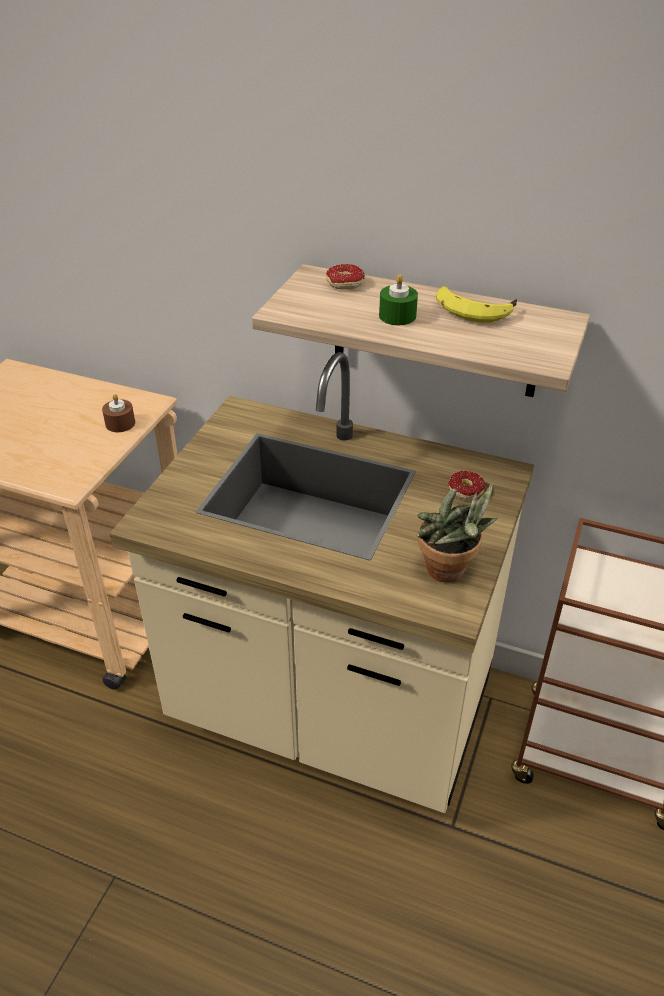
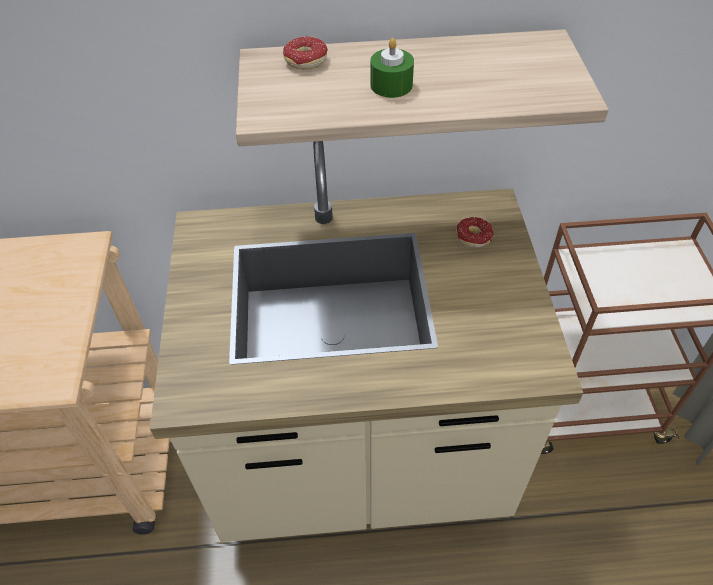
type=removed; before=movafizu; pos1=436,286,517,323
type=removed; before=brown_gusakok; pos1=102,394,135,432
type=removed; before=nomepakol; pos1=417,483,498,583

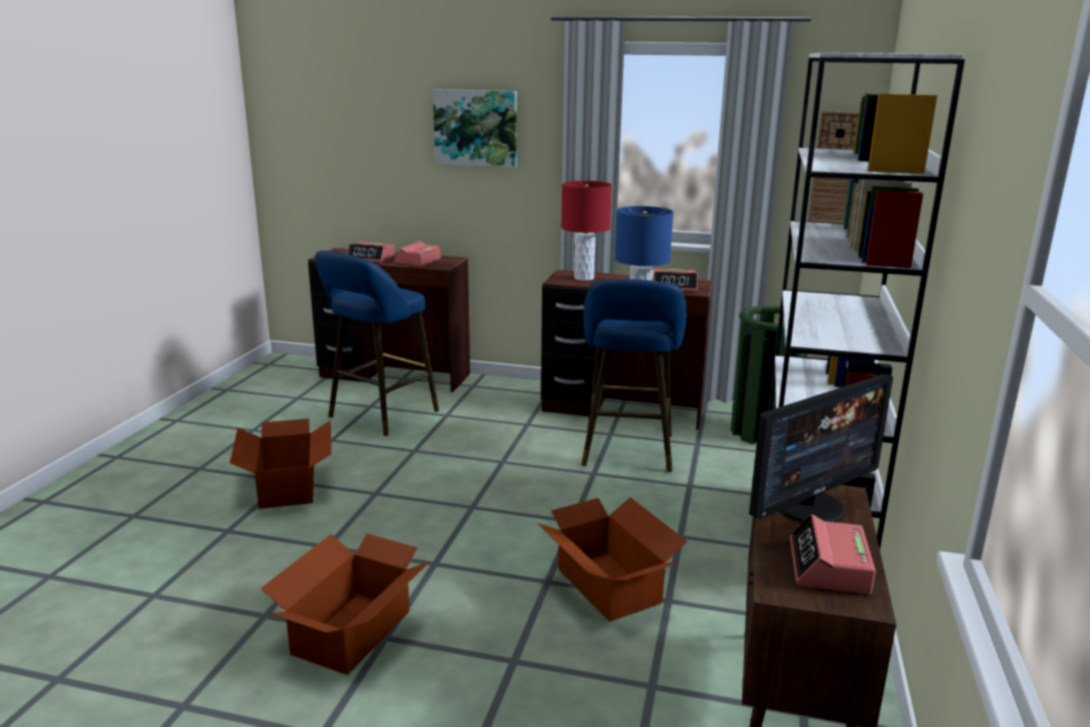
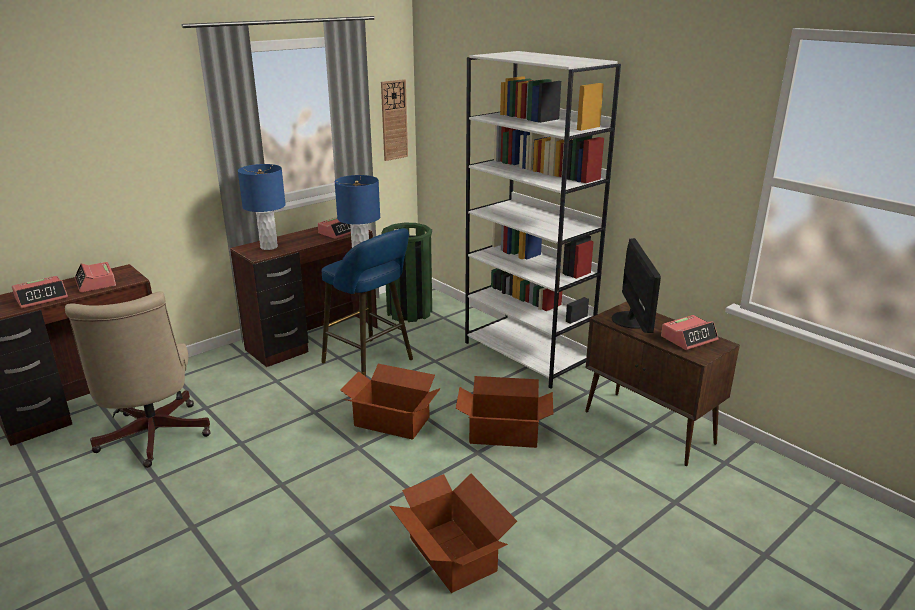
type=removed; before=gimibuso; pos1=433,89,517,168
type=recoloured; before=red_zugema; after=blue_zugema; pos1=561,181,612,281; pos2=238,164,286,250
type=replaced; before=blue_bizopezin; after=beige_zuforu; pos1=315,251,439,436; pos2=65,291,210,468
type=moved; before=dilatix; pos1=230,419,331,509; pos2=340,364,441,440
type=turned; before=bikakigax; pos1=790,514,876,594; pos2=661,315,718,350; turn=-75

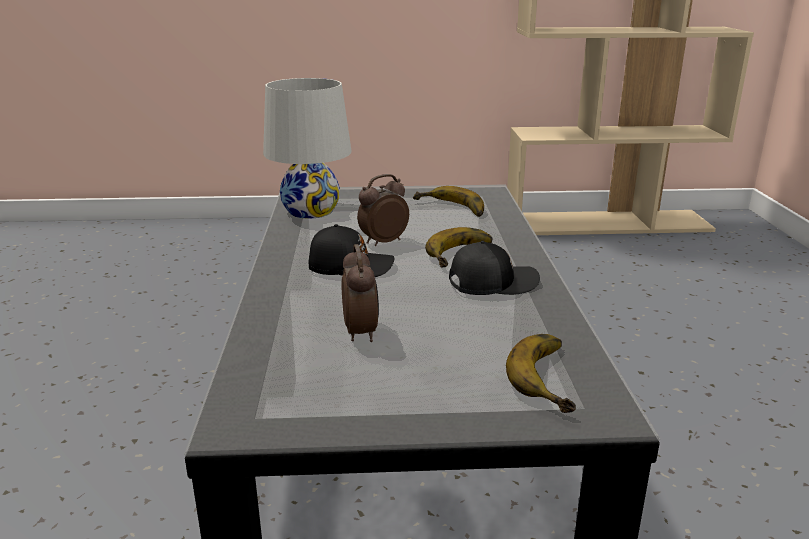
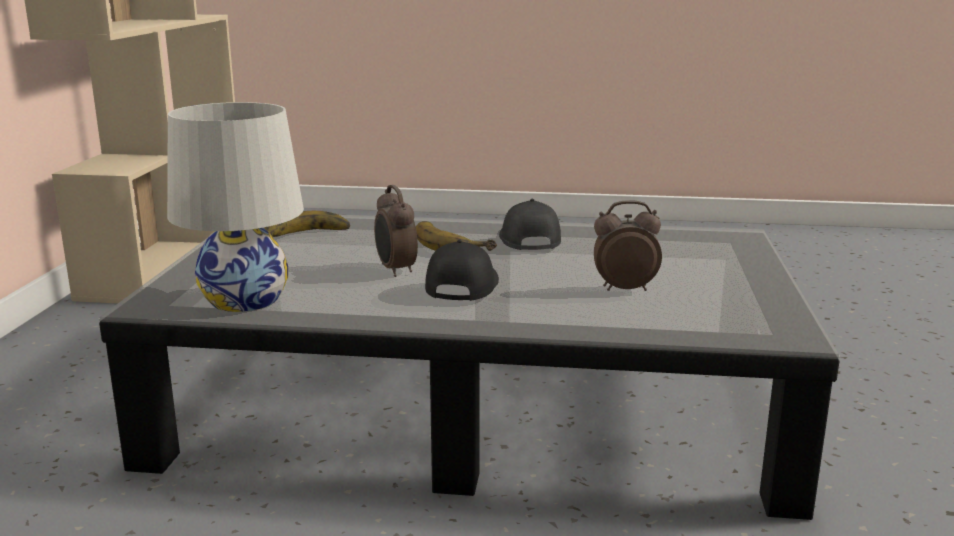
type=removed; before=movafizu; pos1=506,334,576,413

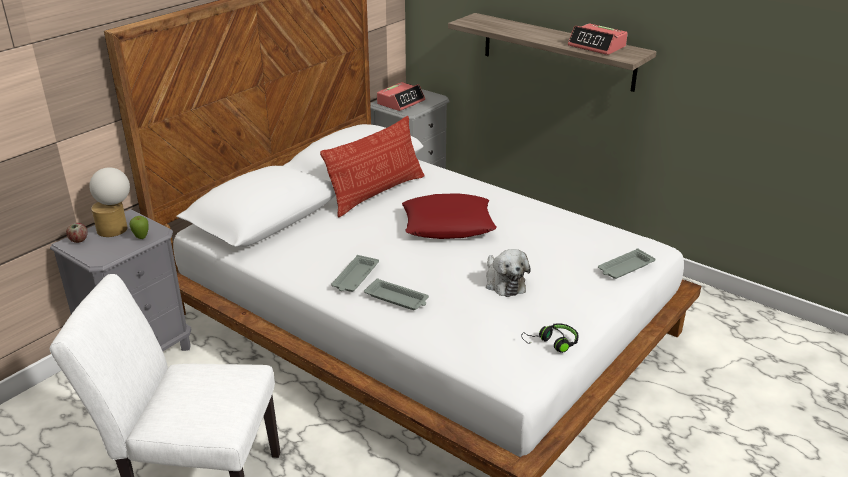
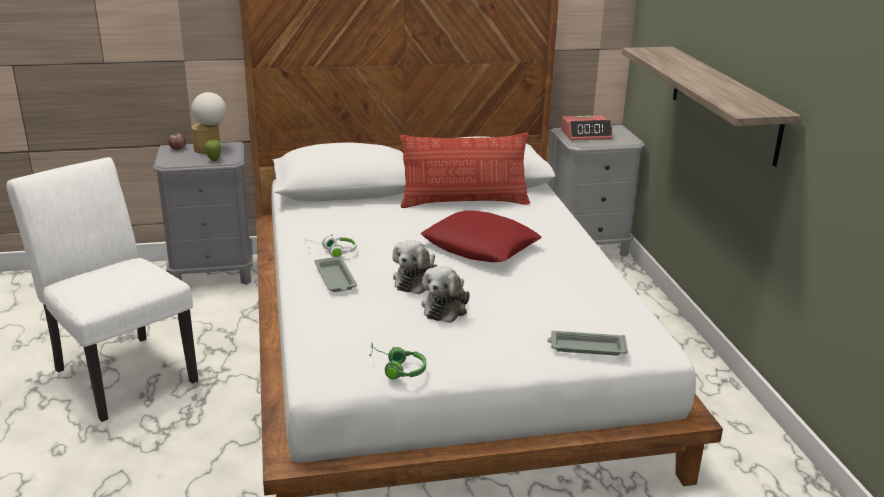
type=removed; before=bikakigax; pos1=568,23,628,55
type=replaced; before=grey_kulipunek; after=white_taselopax; pos1=331,255,379,292; pos2=305,234,357,257
type=recoloured; before=black_taselopax; after=green_taselopax; pos1=521,323,579,353; pos2=369,343,426,379
type=added; after=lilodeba; pos2=392,240,437,294

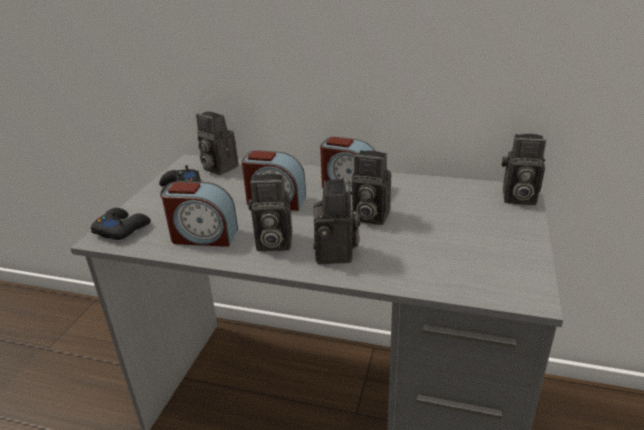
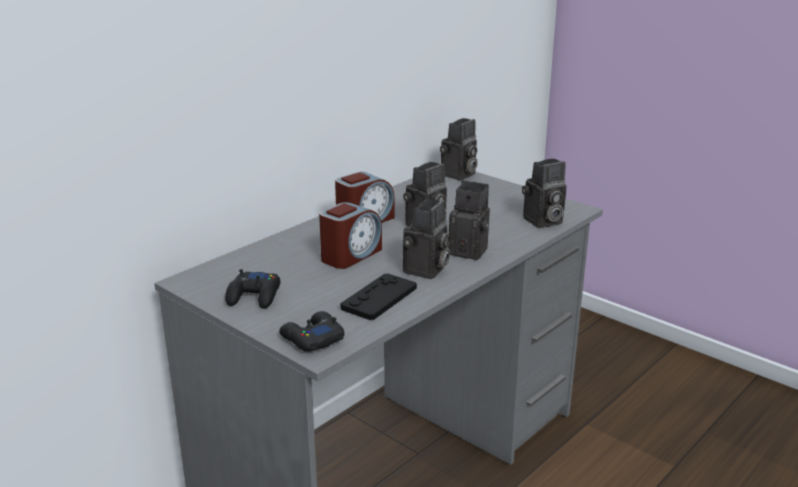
type=moved; before=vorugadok; pos1=196,112,239,175; pos2=522,159,567,228
type=replaced; before=bikakigax; after=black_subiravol; pos1=161,181,238,247; pos2=340,273,417,320

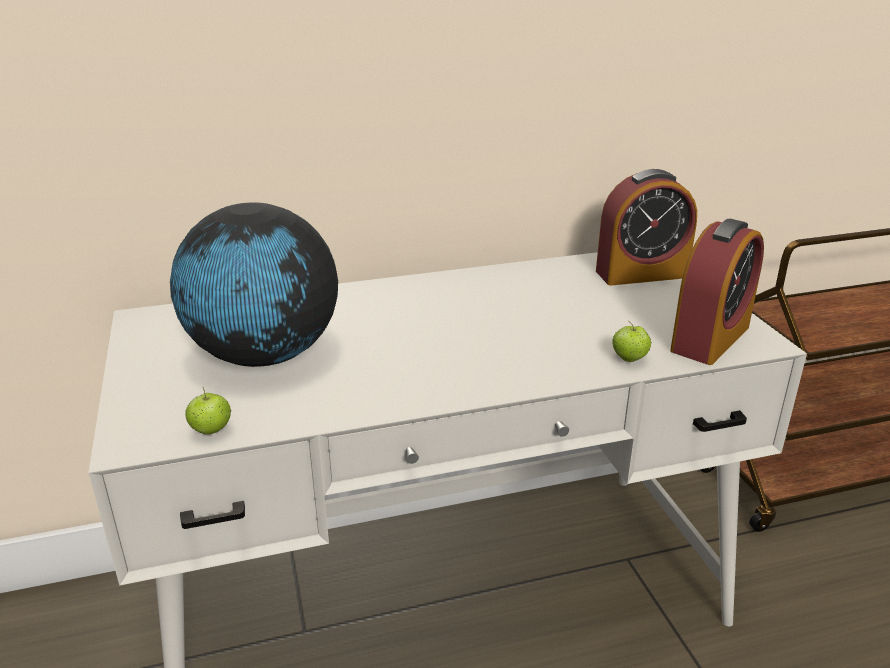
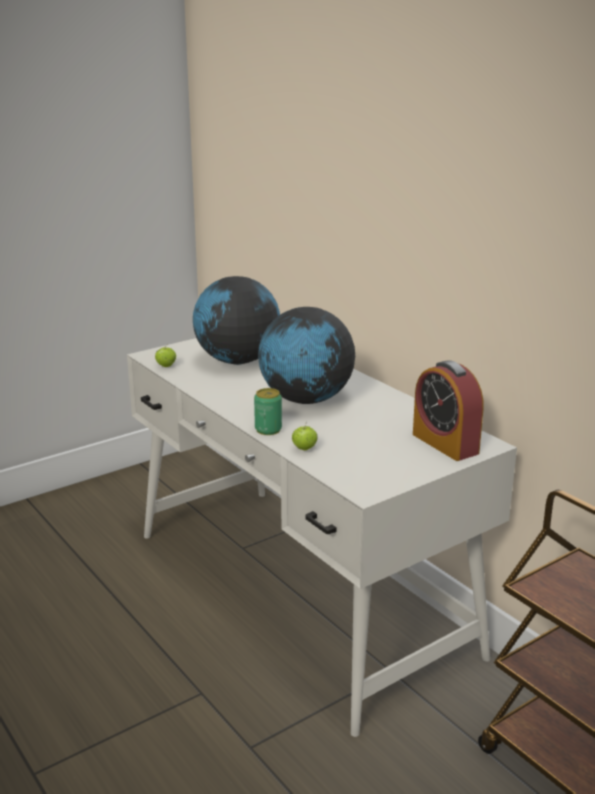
type=removed; before=bikakigax; pos1=670,219,764,365
type=added; after=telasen; pos2=258,307,355,404
type=added; after=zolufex; pos2=254,388,282,435

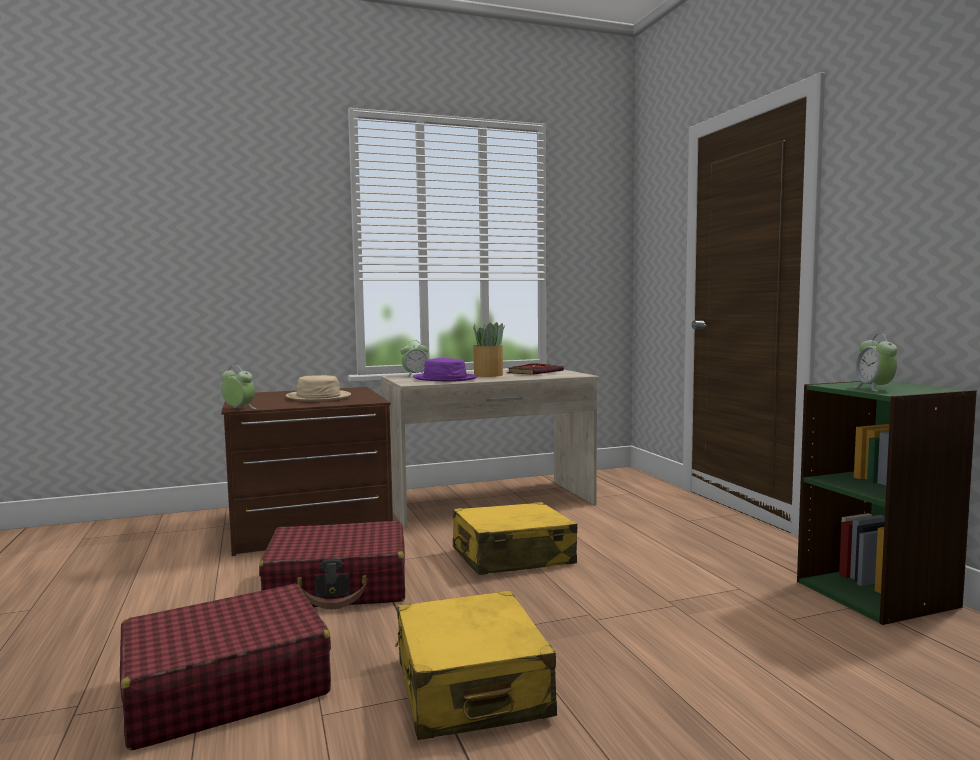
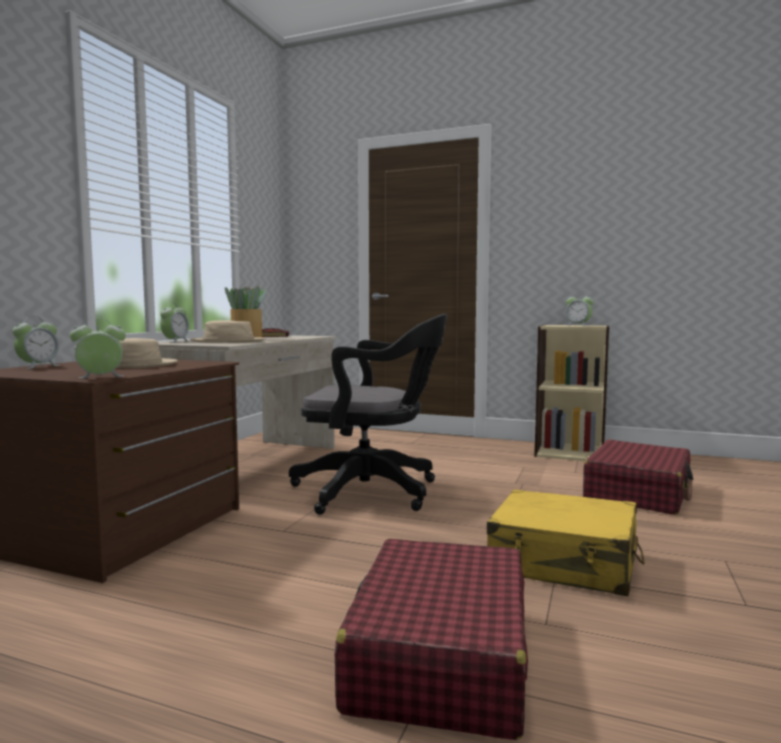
type=recoloured; before=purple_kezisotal; after=beige_kezisotal; pos1=413,358,478,382; pos2=190,320,266,343
type=recoloured; before=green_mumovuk; after=beige_mumovuk; pos1=797,381,977,625; pos2=535,325,609,461
type=replaced; before=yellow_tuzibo; after=black_zuforu; pos1=453,502,577,575; pos2=289,314,447,515
type=moved; before=red_tuzibo; pos1=259,521,405,609; pos2=583,439,693,515
type=added; after=bikakigax; pos2=12,316,61,369

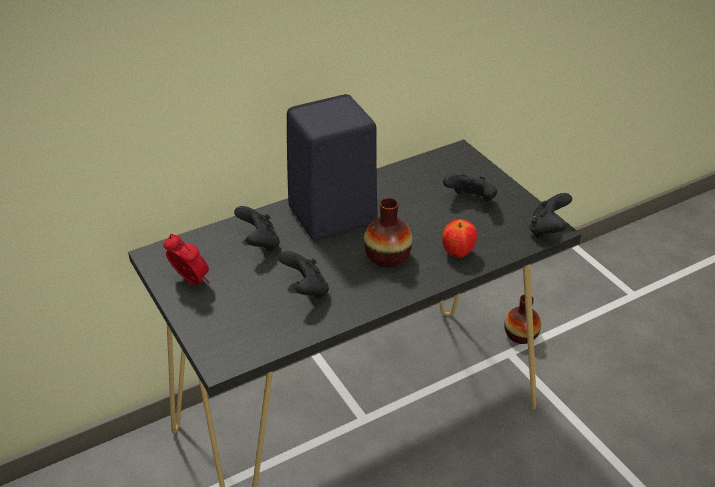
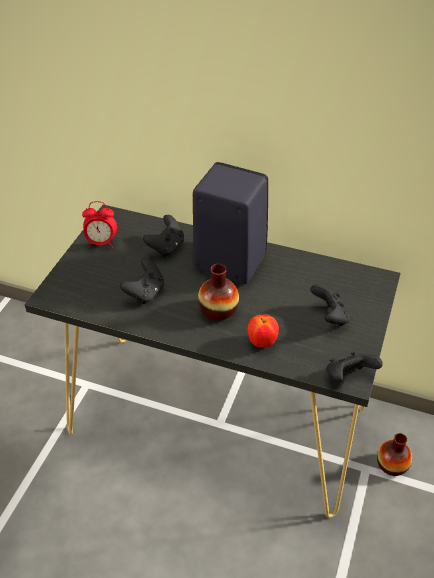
type=turned; before=bikakigax; pos1=163,234,209,285; pos2=82,201,117,248; turn=90

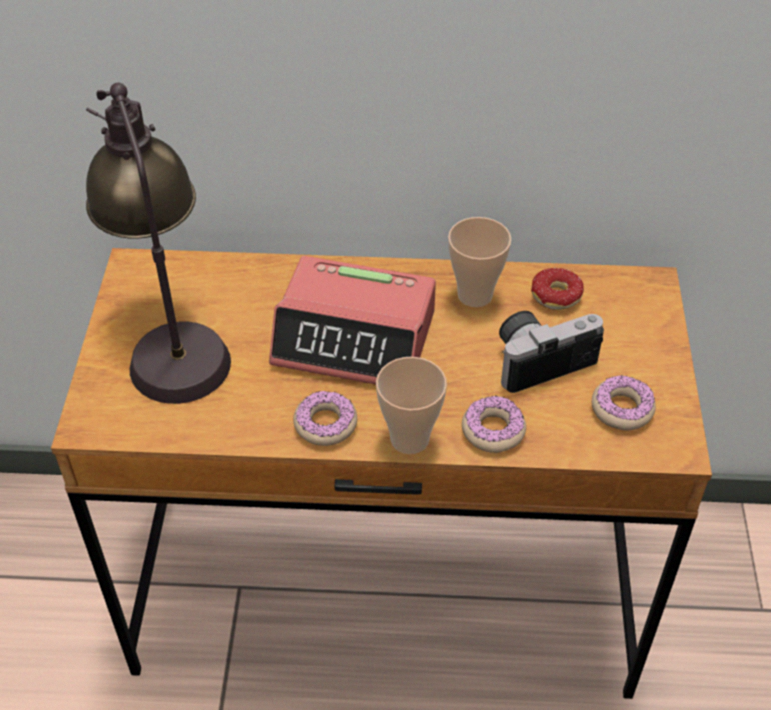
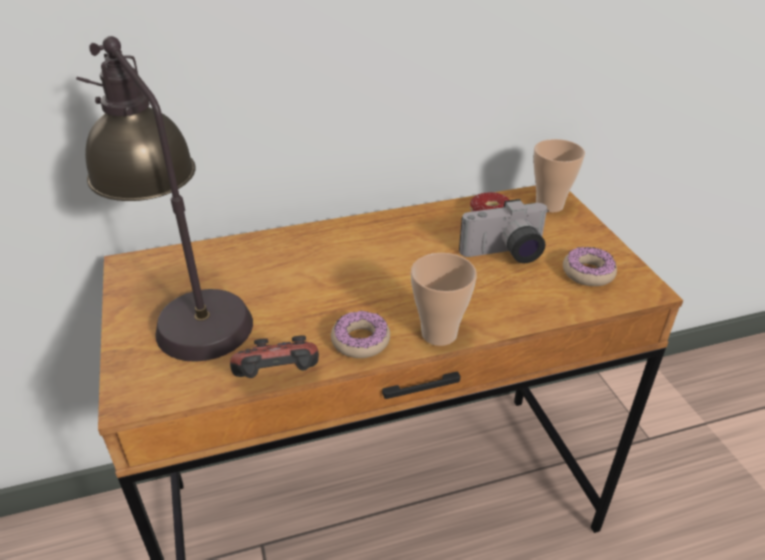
type=moved; before=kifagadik; pos1=448,217,512,307; pos2=533,139,585,213
type=removed; before=bikakigax; pos1=269,256,436,385
type=turned; before=vorugadok; pos1=499,311,604,393; pos2=459,199,549,263; turn=-150
type=removed; before=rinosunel; pos1=462,395,526,453
type=added; after=subiravol; pos2=230,335,319,378

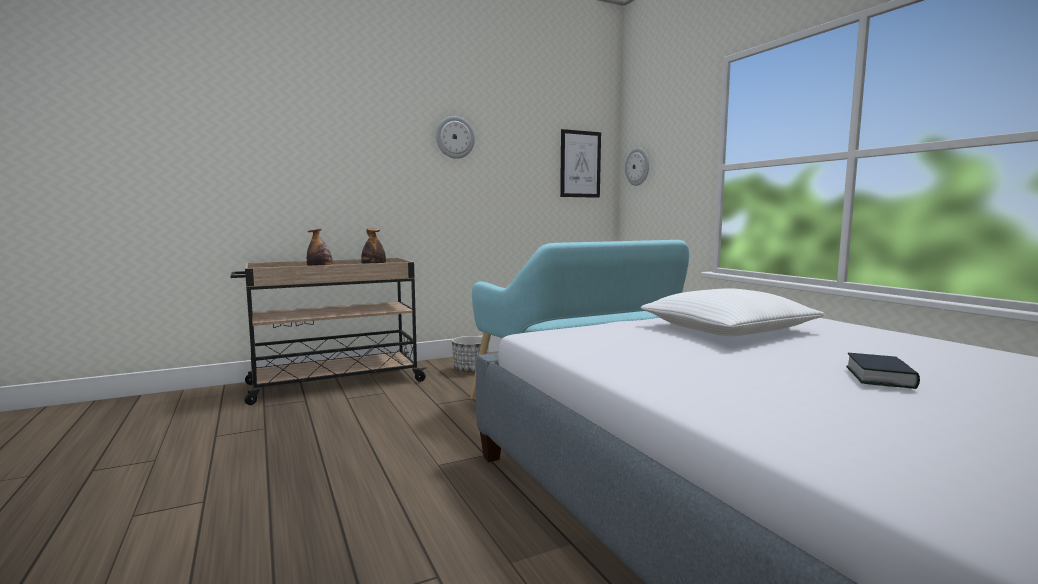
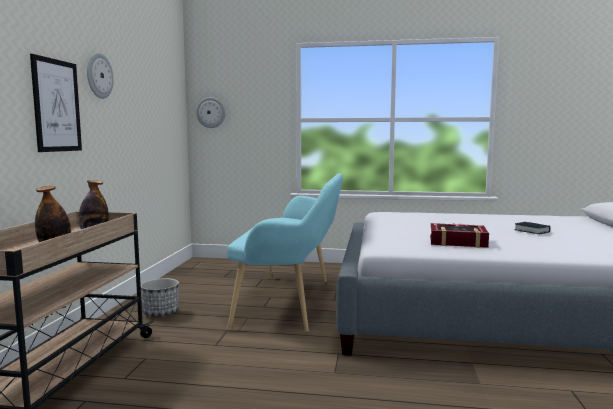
type=moved; before=gimibuso; pos1=560,129,601,198; pos2=30,54,82,152
type=removed; before=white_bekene; pos1=641,288,825,336
type=added; after=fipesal; pos2=430,223,489,248

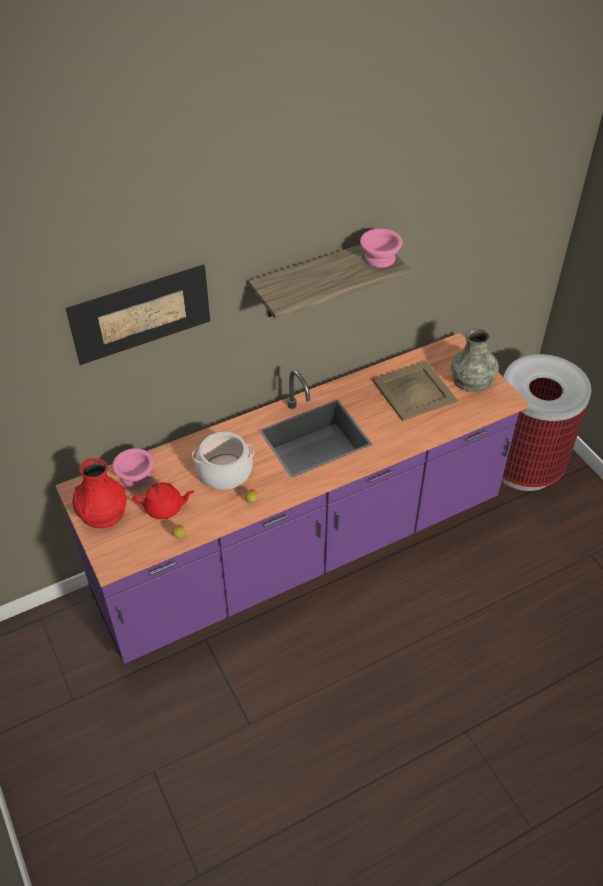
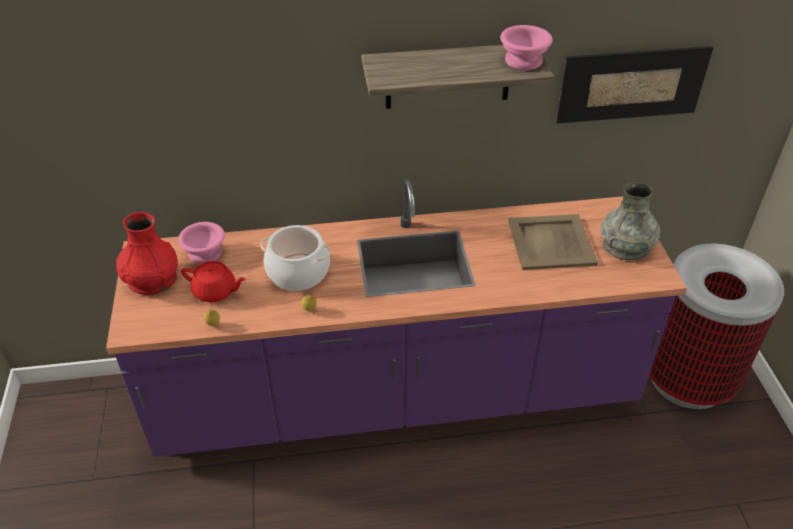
type=moved; before=gimibuso; pos1=66,264,210,365; pos2=556,46,713,124

